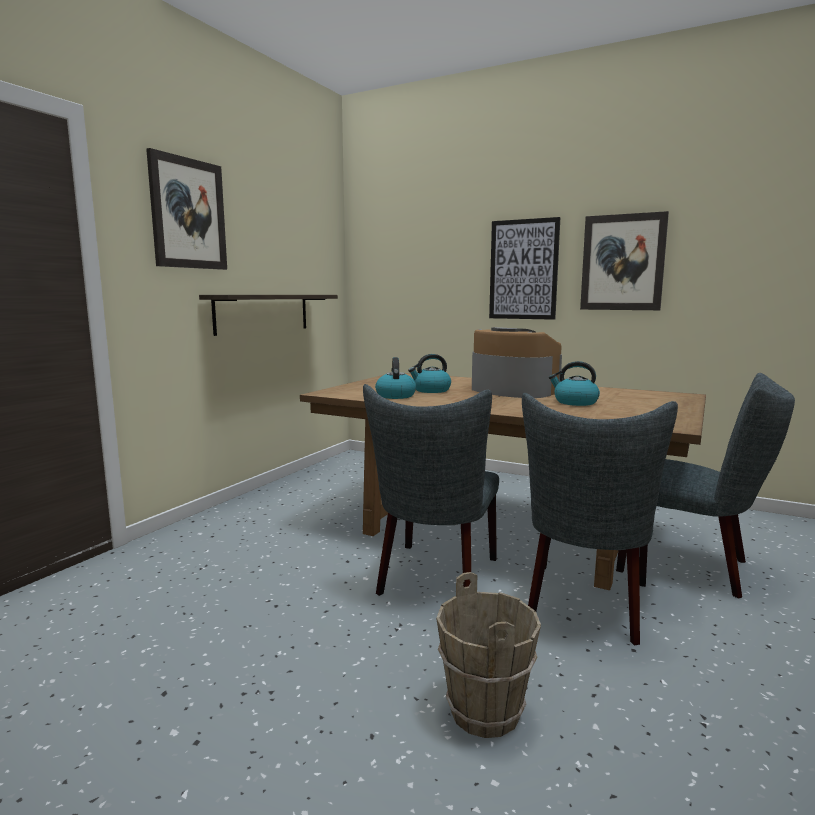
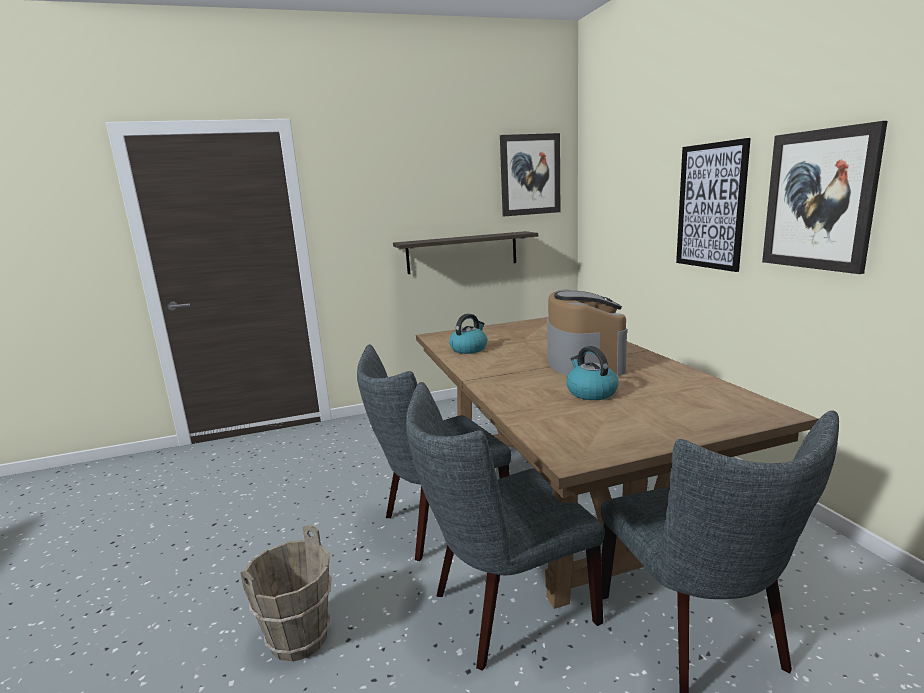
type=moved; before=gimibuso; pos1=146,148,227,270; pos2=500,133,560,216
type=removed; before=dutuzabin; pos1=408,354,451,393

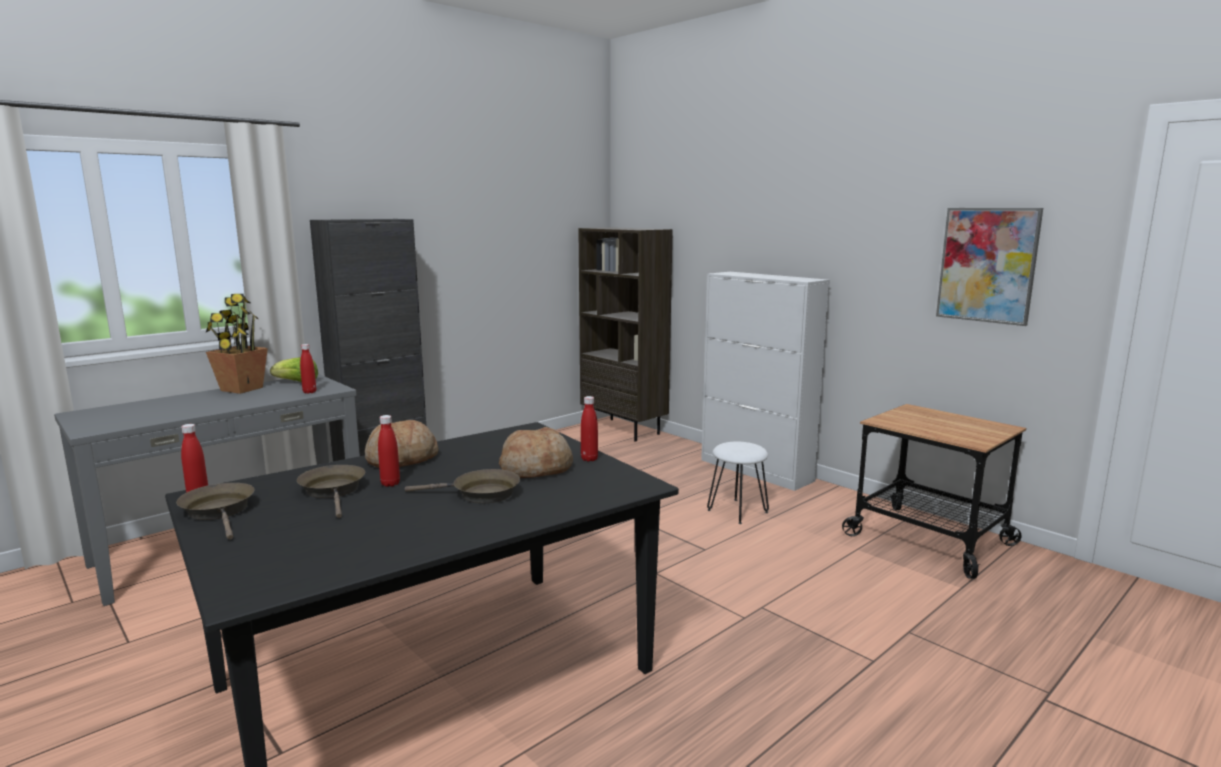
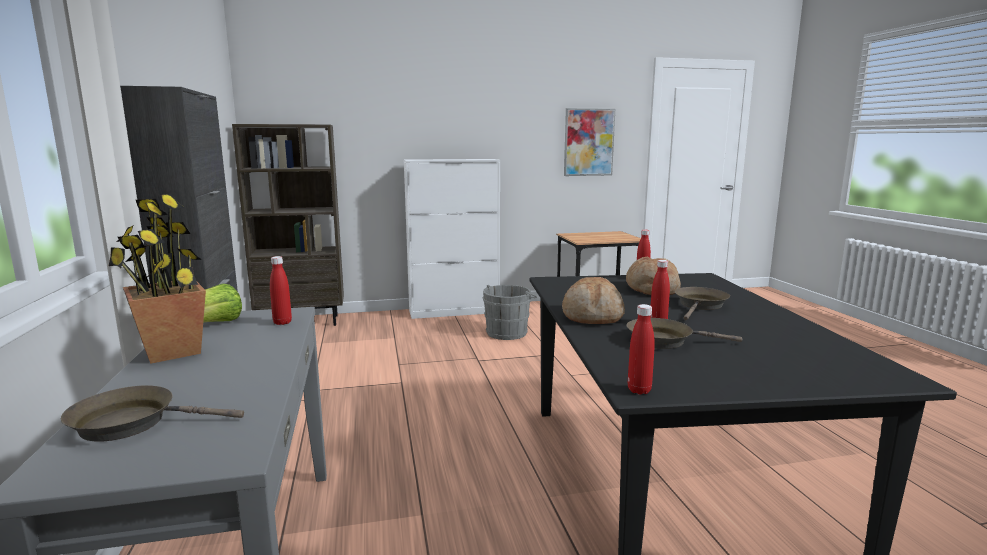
type=replaced; before=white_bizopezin; after=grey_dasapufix; pos1=707,442,769,524; pos2=483,285,537,340
type=moved; before=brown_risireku; pos1=176,483,255,540; pos2=61,385,244,442

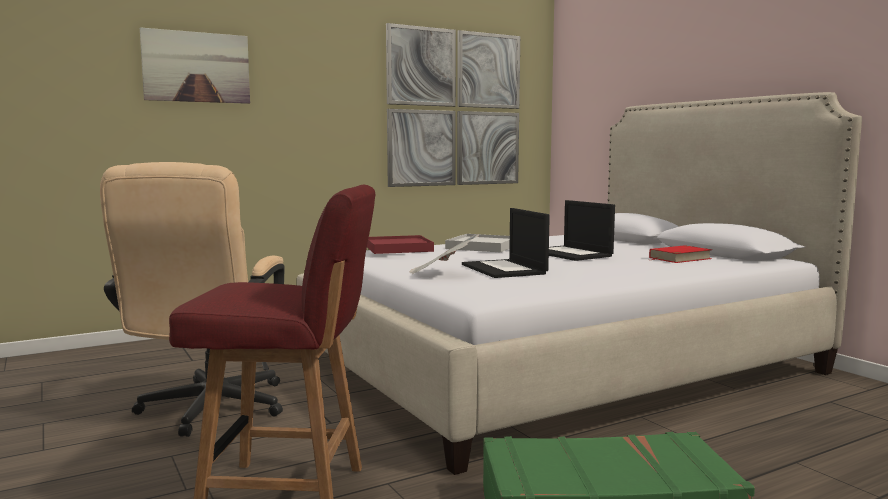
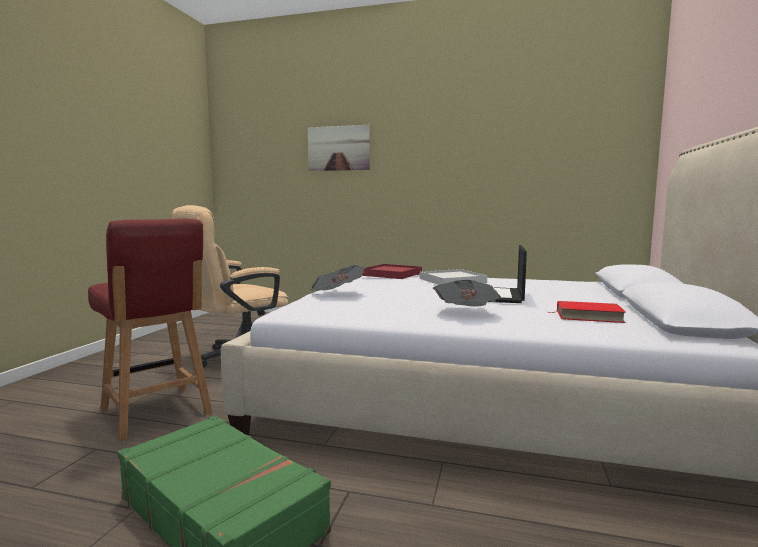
type=removed; before=gimibuso; pos1=386,23,520,187
type=removed; before=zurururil; pos1=462,208,550,278
type=added; after=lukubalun; pos2=433,280,501,307

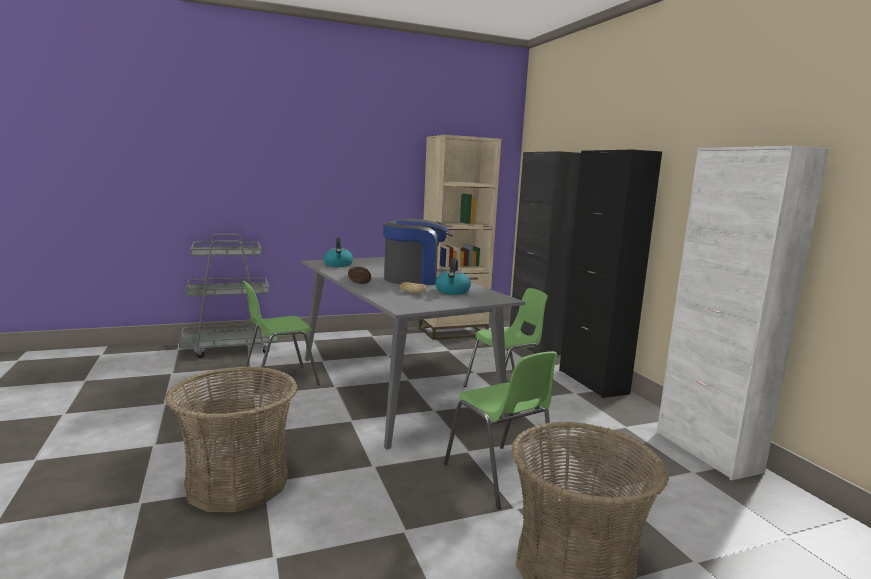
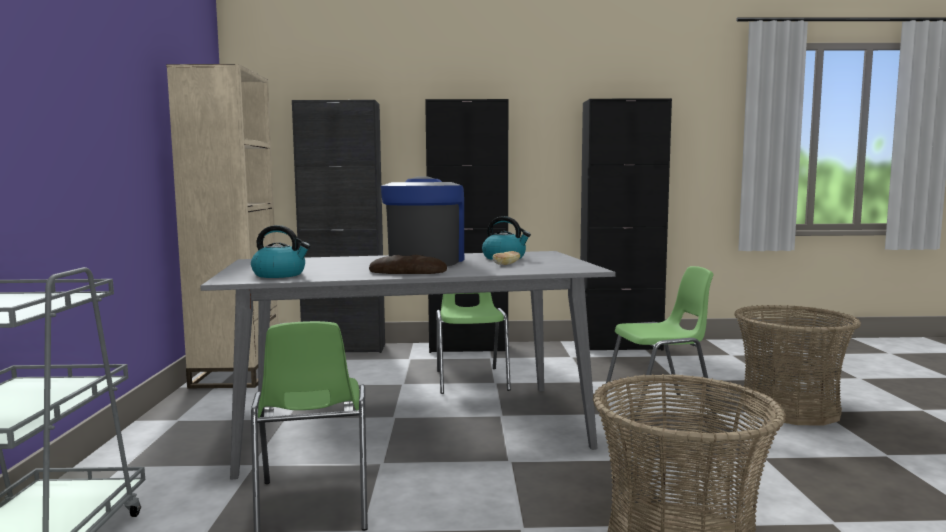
type=recoloured; before=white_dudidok; after=black_dudidok; pos1=657,146,828,480; pos2=580,98,672,351

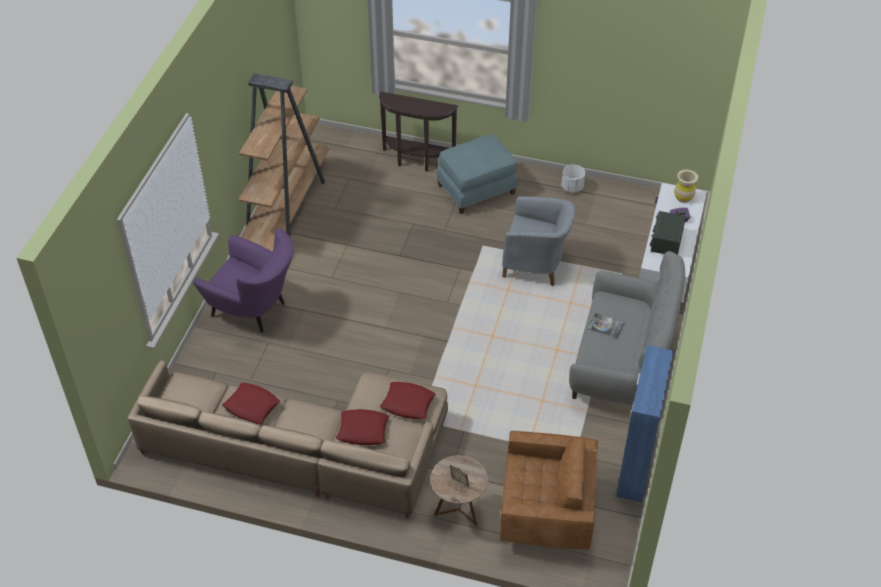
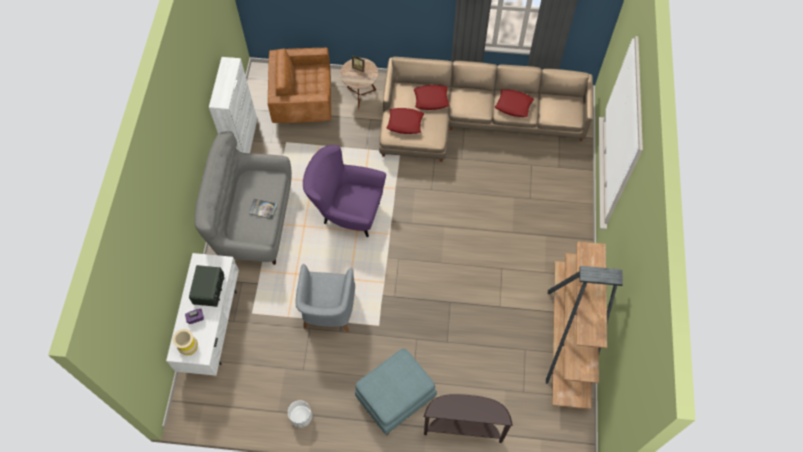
type=turned; before=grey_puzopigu; pos1=502,196,575,286; pos2=296,264,355,332; turn=-90
type=moved; before=purple_puzopigu; pos1=193,229,294,333; pos2=303,145,386,237
type=recoloured; before=blue_dudidok; after=white_dudidok; pos1=616,345,674,502; pos2=209,57,257,153

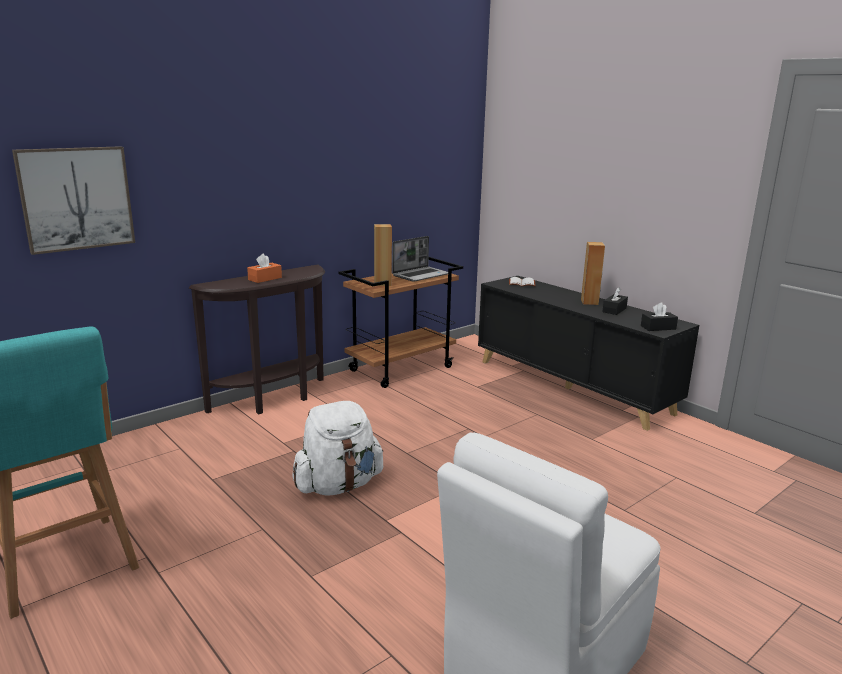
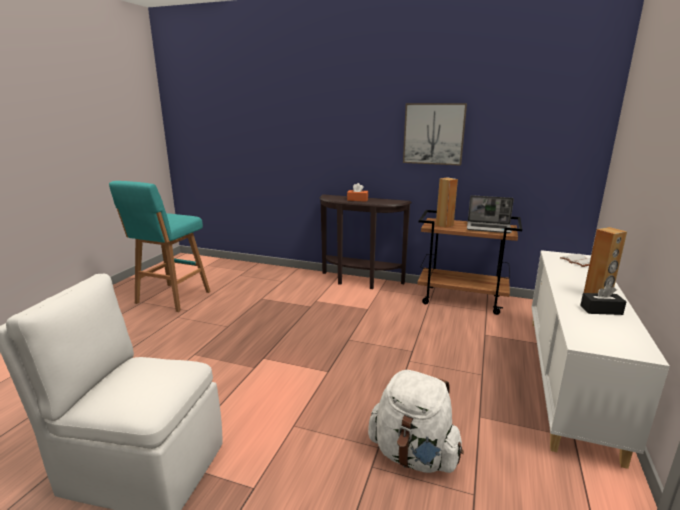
type=moved; before=gimibuso; pos1=12,146,135,255; pos2=403,103,467,166
type=recoloured; before=black_dudidok; after=white_dudidok; pos1=478,276,699,431; pos2=531,250,670,469
type=removed; before=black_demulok; pos1=641,302,678,331
type=moved; before=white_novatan; pos1=292,401,383,496; pos2=368,370,464,473

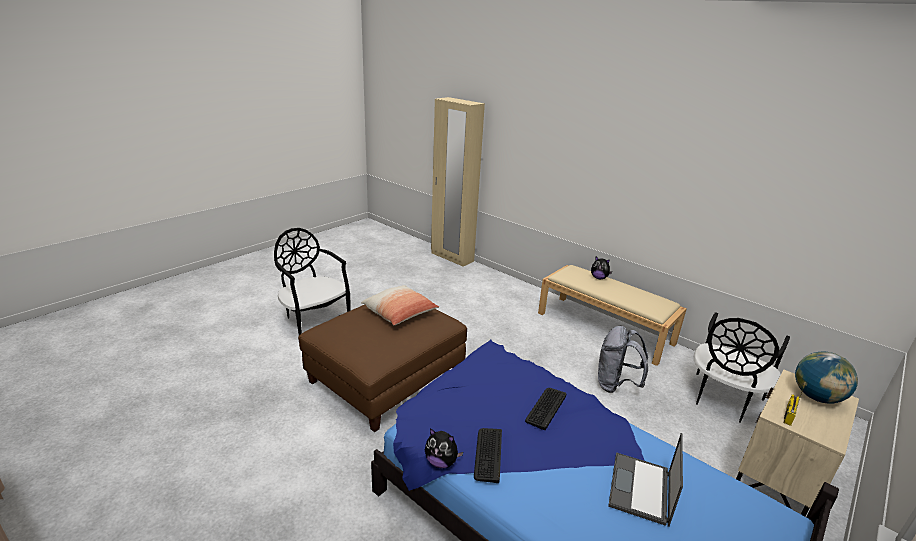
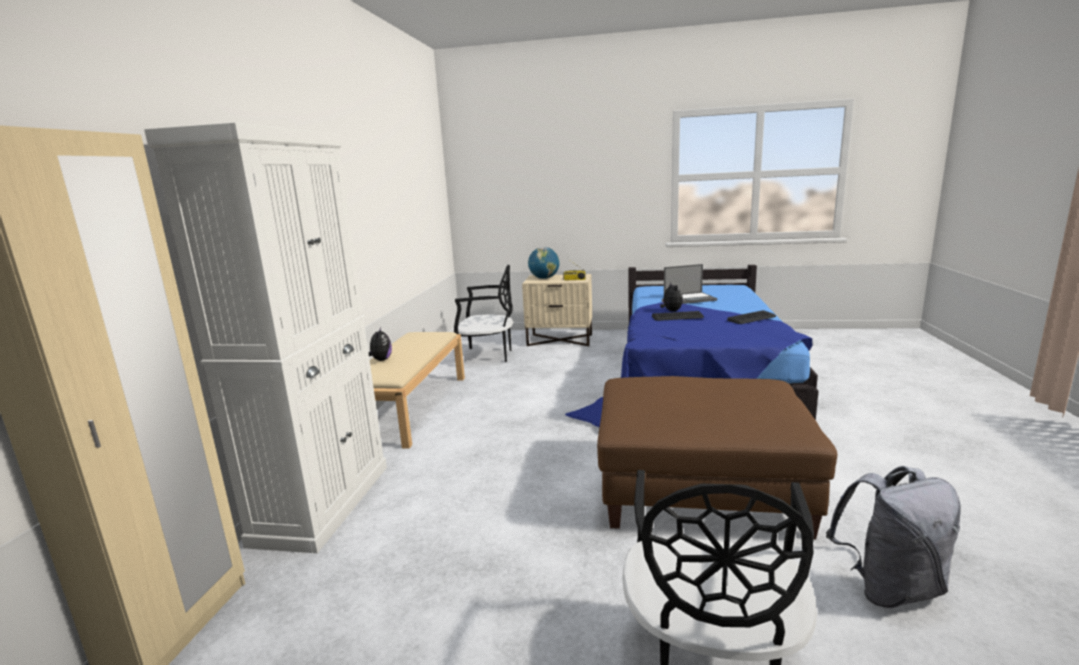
type=removed; before=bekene; pos1=361,285,439,325
type=moved; before=grey_novatan; pos1=598,326,648,393; pos2=826,466,961,608
type=moved; before=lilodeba; pos1=425,428,463,468; pos2=660,282,683,311
type=added; after=white_dudidok; pos2=144,123,387,553

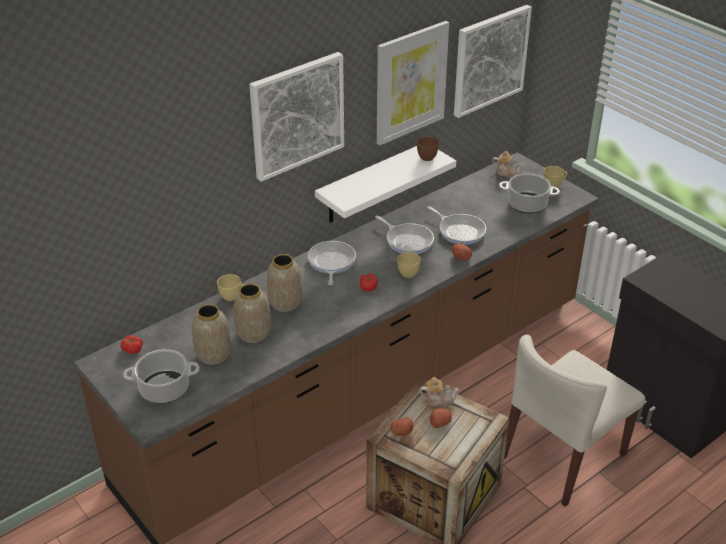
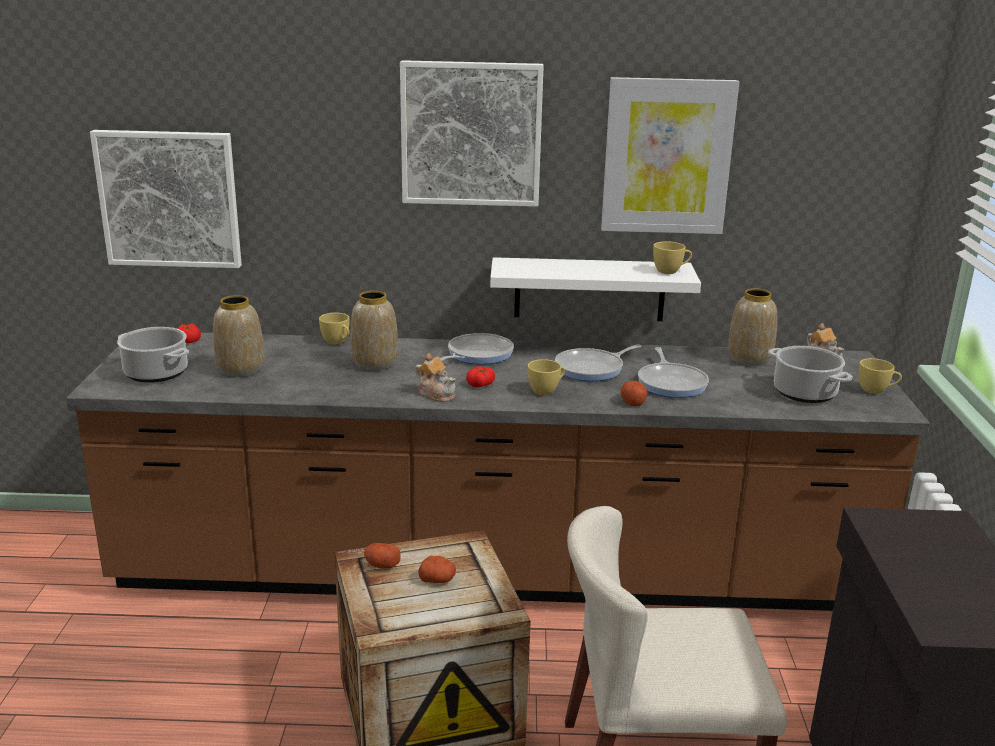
type=moved; before=gimibuso; pos1=454,5,532,118; pos2=90,130,242,268
type=recoloured; before=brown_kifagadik; after=yellow_kifagadik; pos1=417,136,439,161; pos2=653,241,692,274
type=turned; before=risireku; pos1=375,216,434,254; pos2=555,344,642,381; turn=60
type=moved; before=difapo; pos1=233,283,271,343; pos2=728,288,777,366
type=moved; before=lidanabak; pos1=420,377,459,406; pos2=415,353,456,402

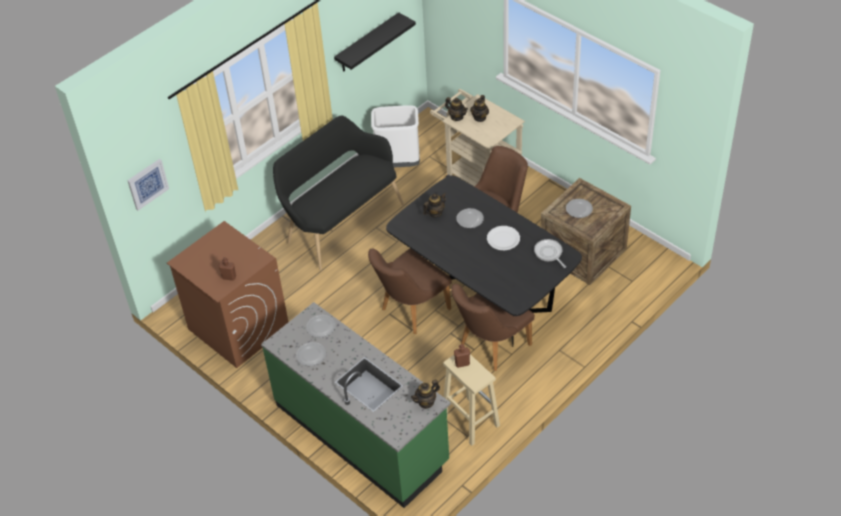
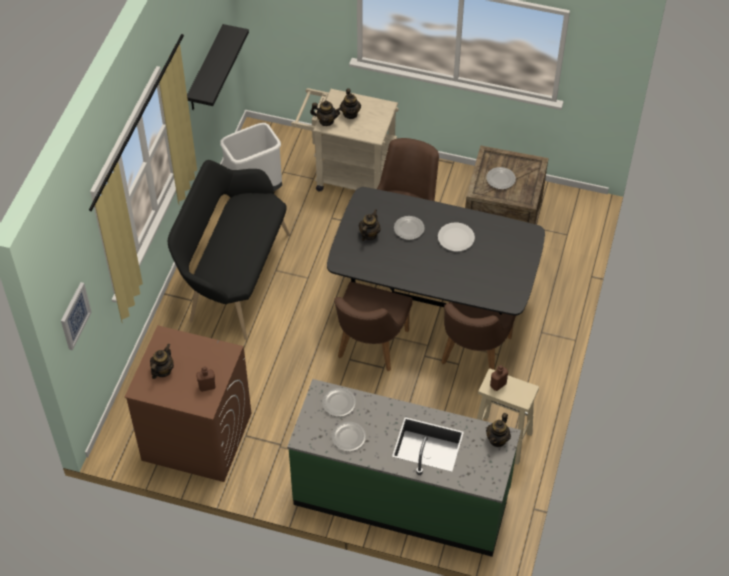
type=removed; before=risireku; pos1=534,239,566,268
type=added; after=lidanabak; pos2=150,344,174,379

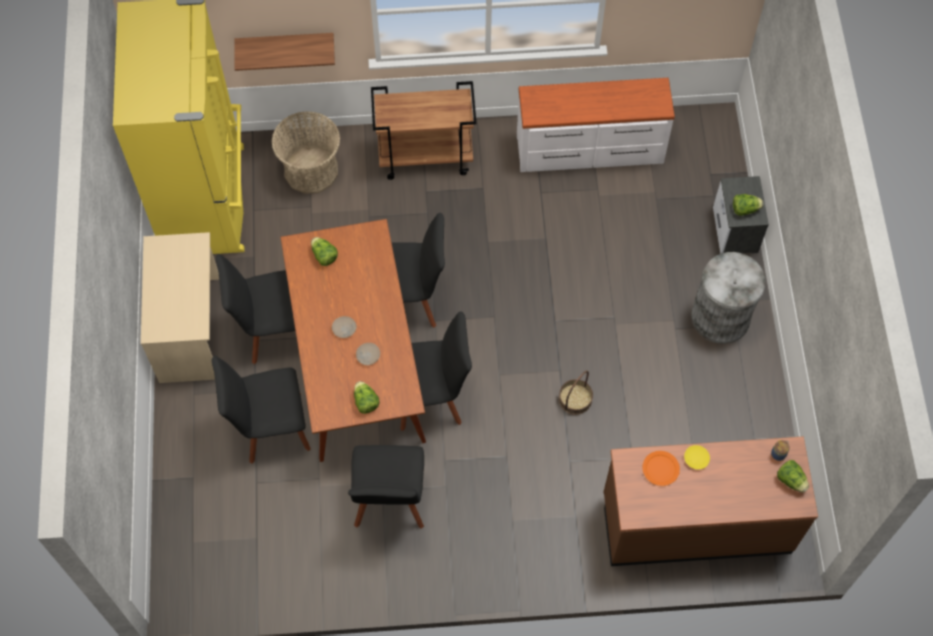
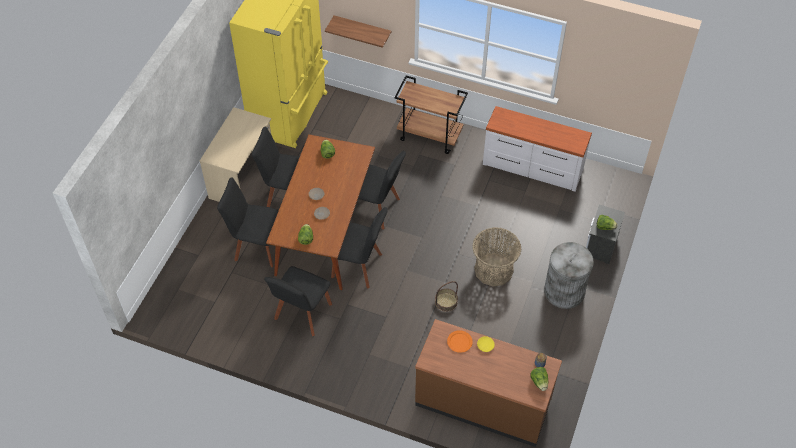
type=moved; before=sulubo; pos1=271,111,340,194; pos2=473,227,521,286

